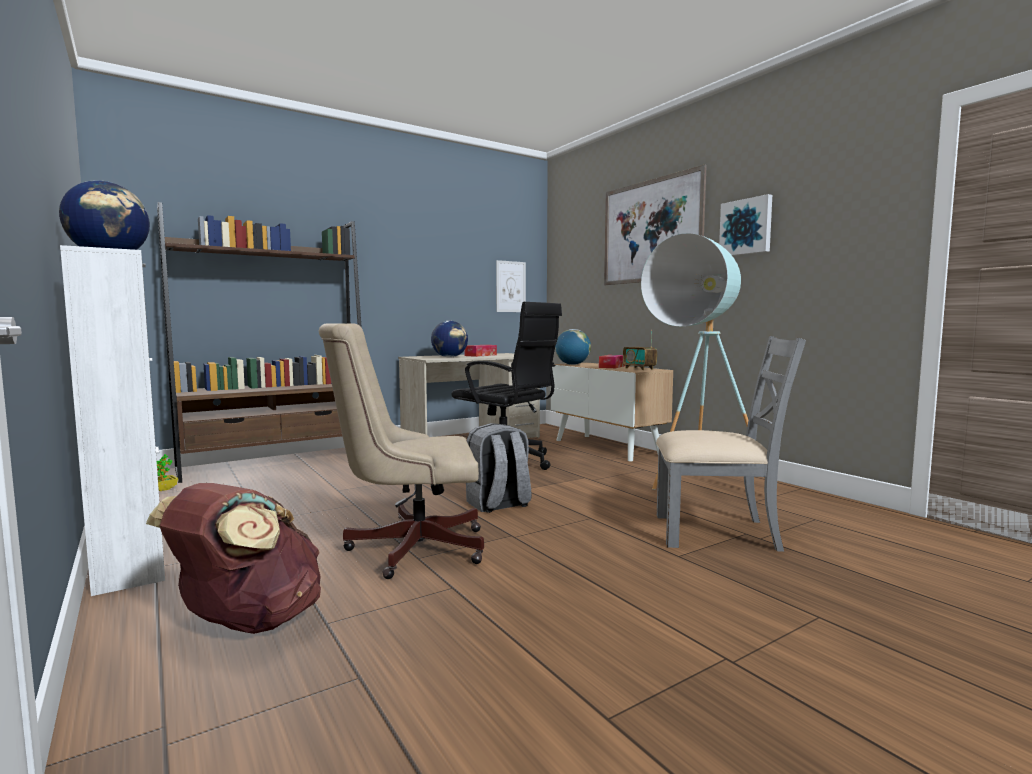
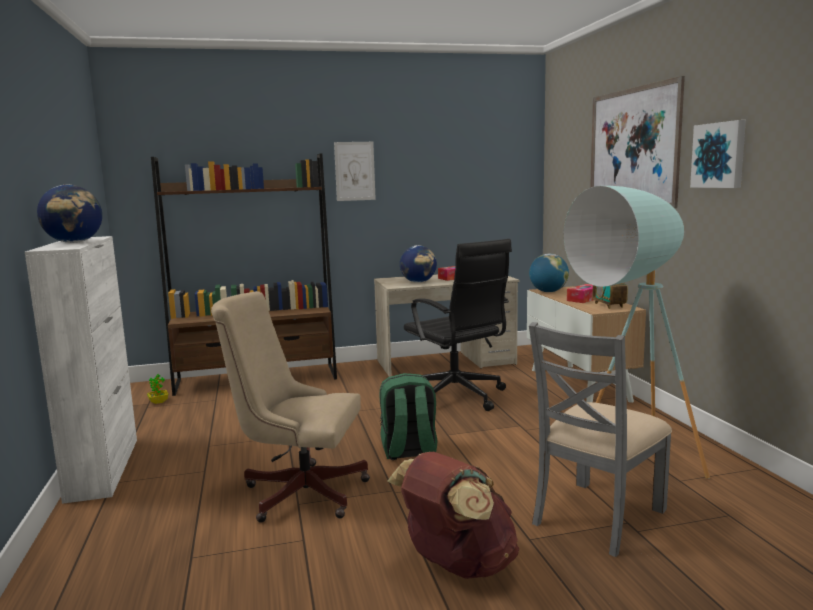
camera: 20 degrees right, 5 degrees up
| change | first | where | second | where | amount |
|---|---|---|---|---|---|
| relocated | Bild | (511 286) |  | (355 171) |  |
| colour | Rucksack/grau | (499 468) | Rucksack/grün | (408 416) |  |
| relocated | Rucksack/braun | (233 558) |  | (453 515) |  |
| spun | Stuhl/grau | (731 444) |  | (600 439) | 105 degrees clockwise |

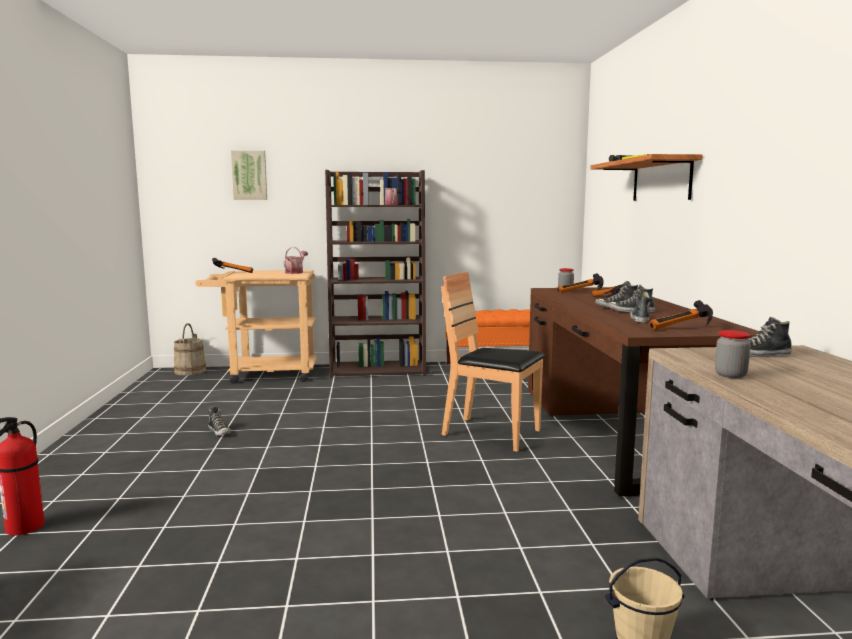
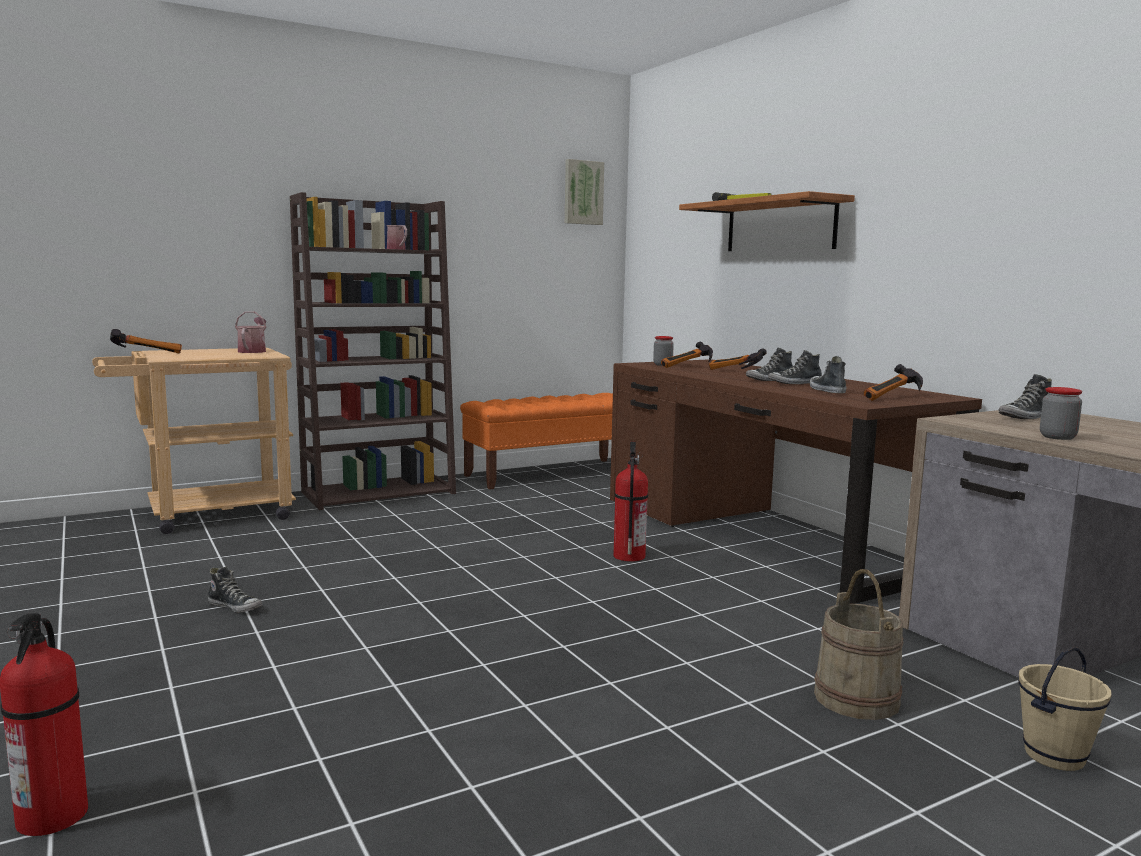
camera: 25 degrees left, 0 degrees up
| change | first | where | second | where | amount |
|---|---|---|---|---|---|
| relocated | Bild | (249 175) |  | (584 192) |  |
| exchanged | Stuhl/braun | (493 362) | Feuerlöscher | (631 502) |  |
| relocated | Eimer/beige | (190 349) |  | (858 644) |  |

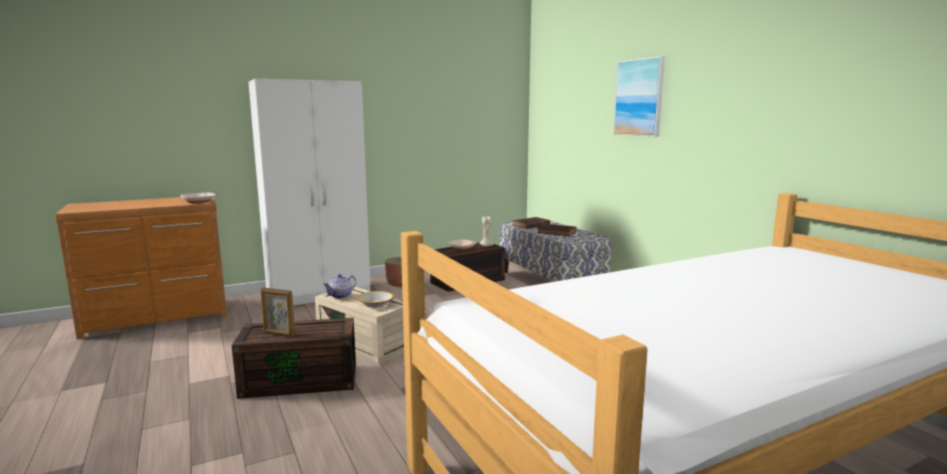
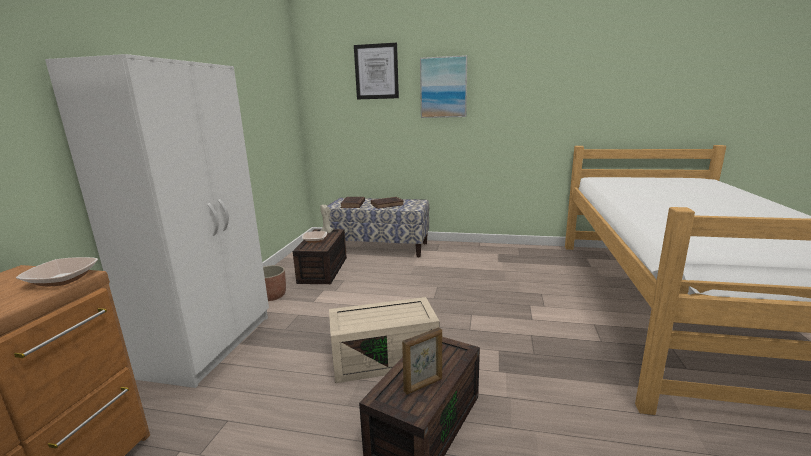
camera: 50 degrees left, 5 degrees up
| change | first | where | second | where | amount |
|---|---|---|---|---|---|
| appeared |  |  | Bild | (376 71) |  |
| missing | Teekanne | (339 286) |  |  |  |
| missing | Schüssel | (375 299) |  |  |  |

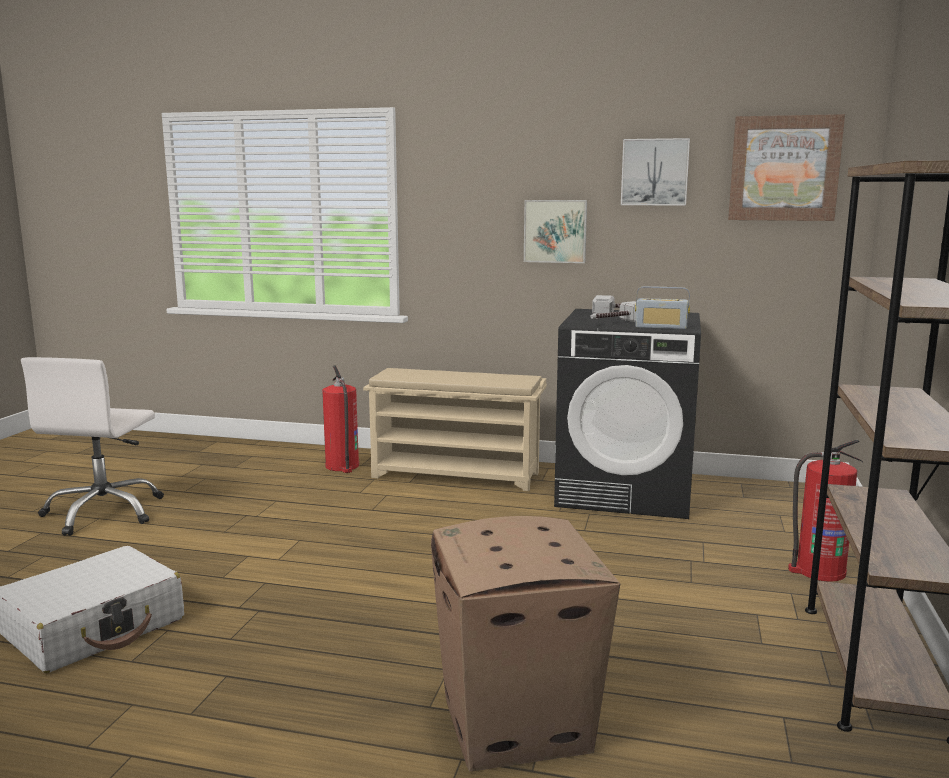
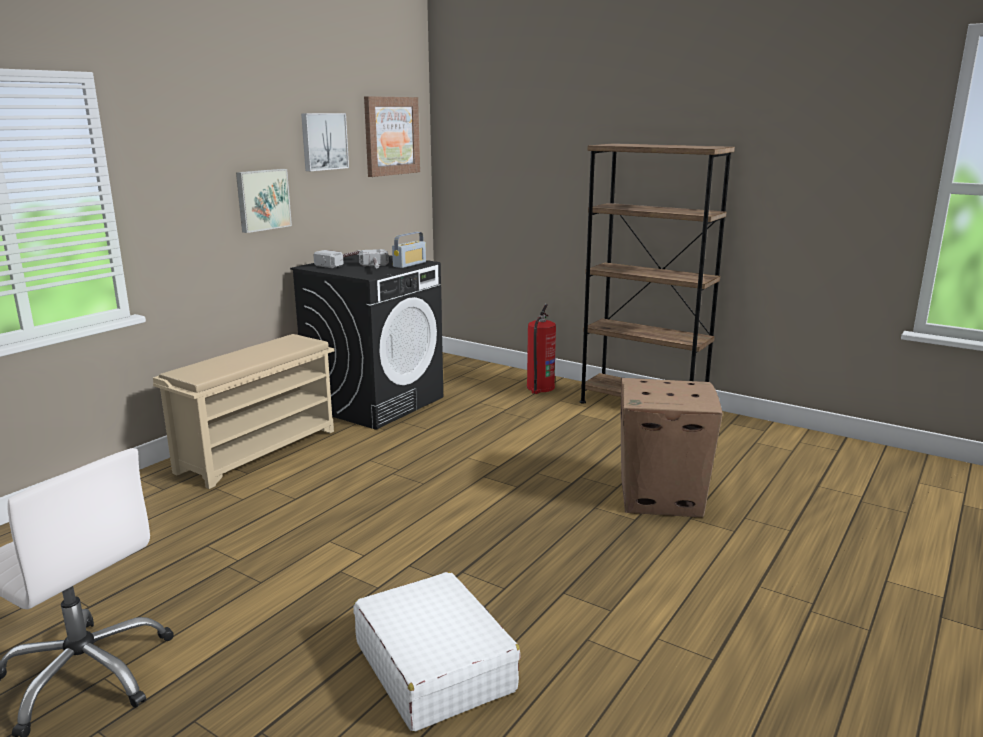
camera: 70 degrees left, 5 degrees up
| change | first | where | second | where | amount |
|---|---|---|---|---|---|
| missing | Feuerlöscher | (340 419) |  |  |  |

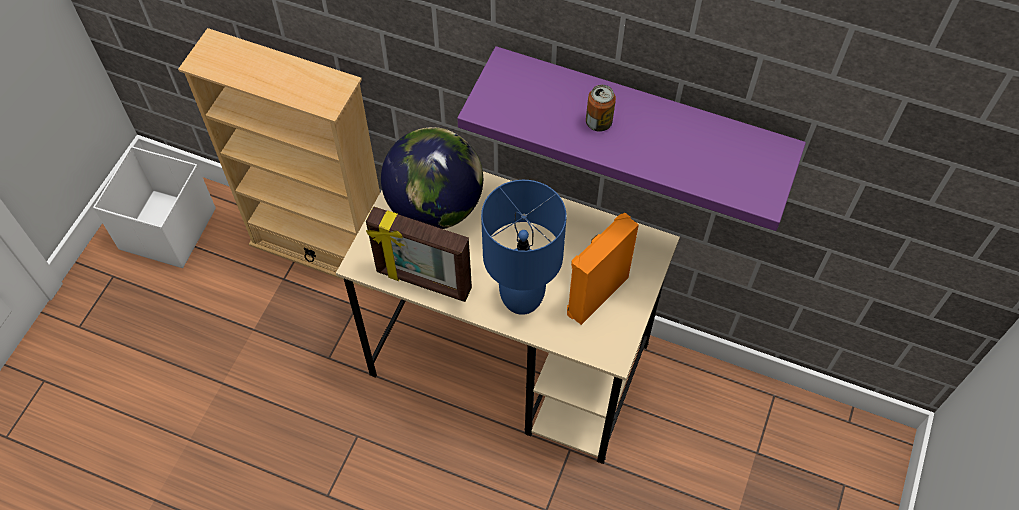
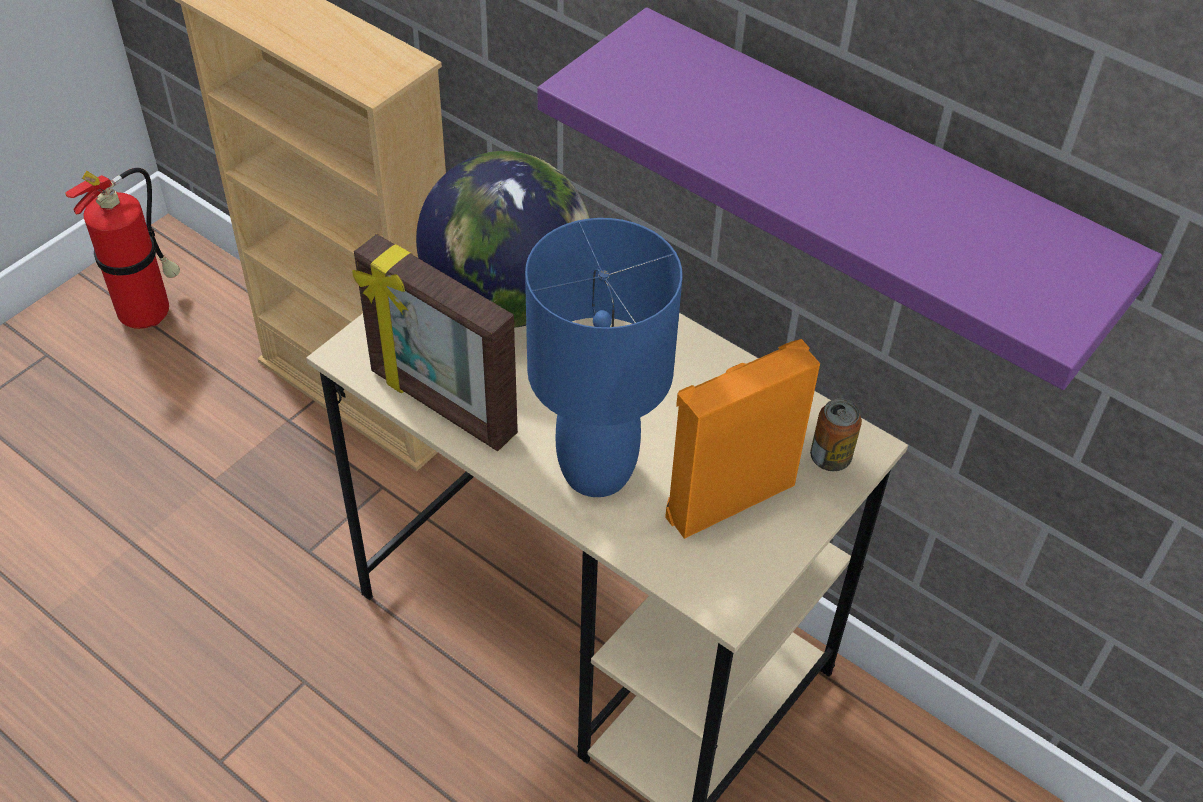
camera: 15 degrees right, 10 degrees down
| change | first | where | second | where | amount |
|---|---|---|---|---|---|
| exchanged | Aufbewahrungsbox/weiß | (154 207) | Feuerlöscher | (122 248) |  |
| relocated | Dose | (601 108) |  | (836 434) |  |

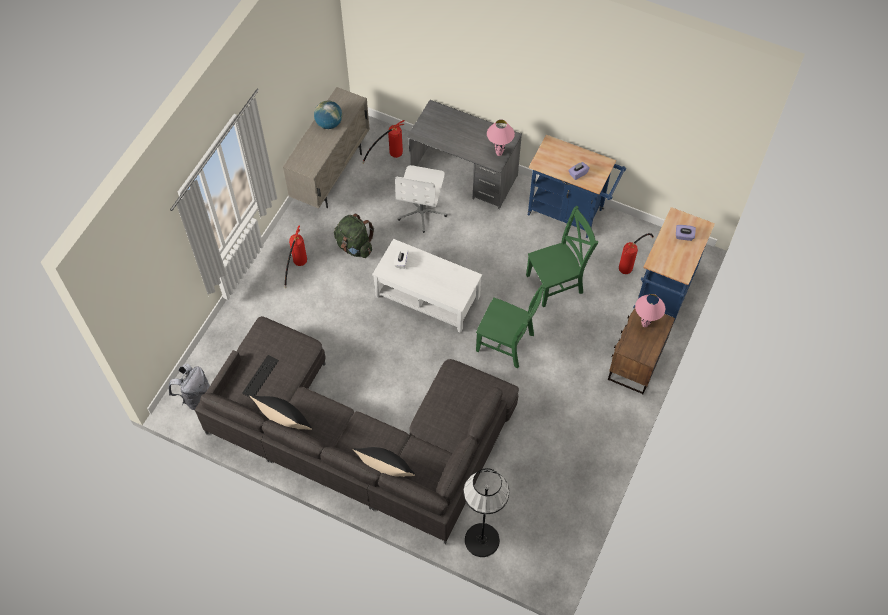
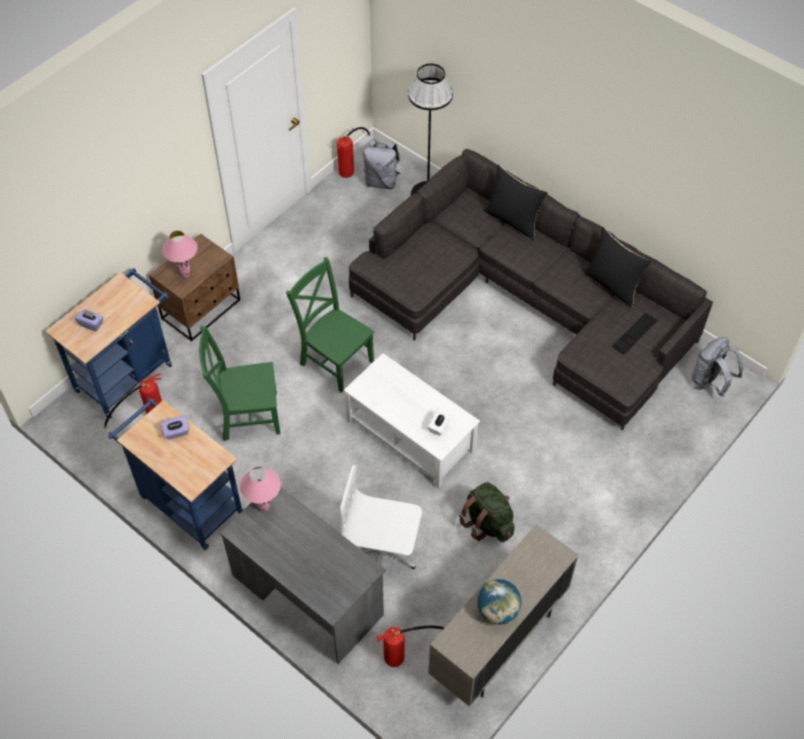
camera: 165 degrees left, 5 degrees down
| change | first | where | second | where | amount |
|---|---|---|---|---|---|
| relocated | Feuerlöscher | (295 257) |  | (353 152) |  |
| spun | Bürostuhl/weiß | (421 199) |  | (381 517) | 105 degrees counterclockwise |
| appeared |  |  | Rucksack/grau | (381 164) |  |

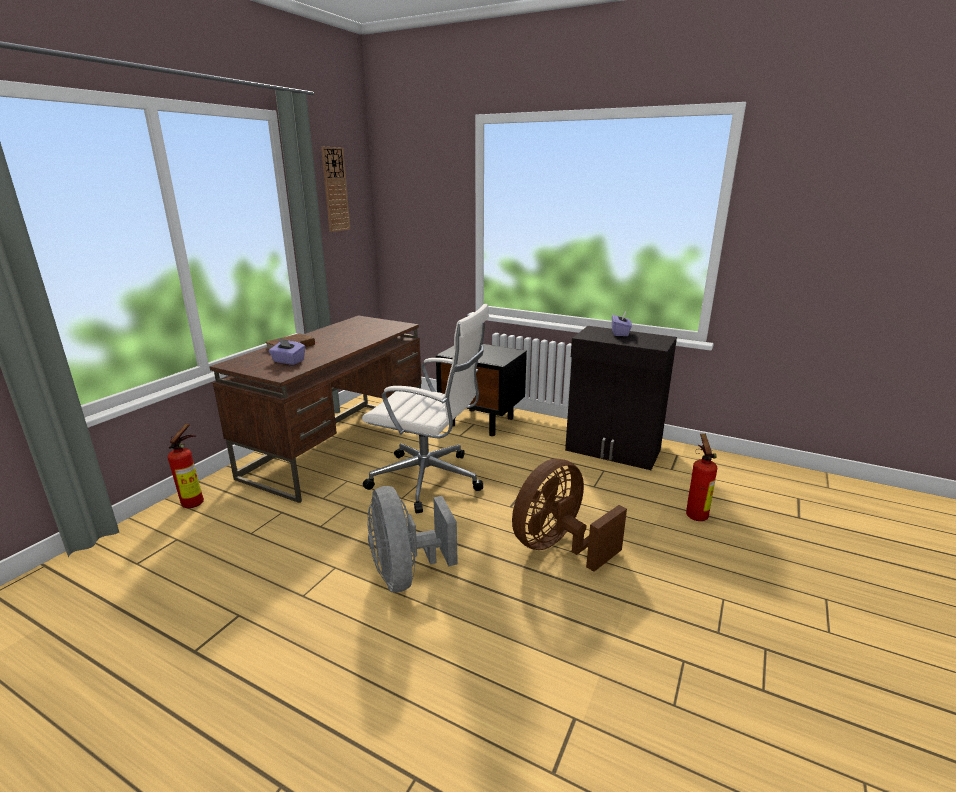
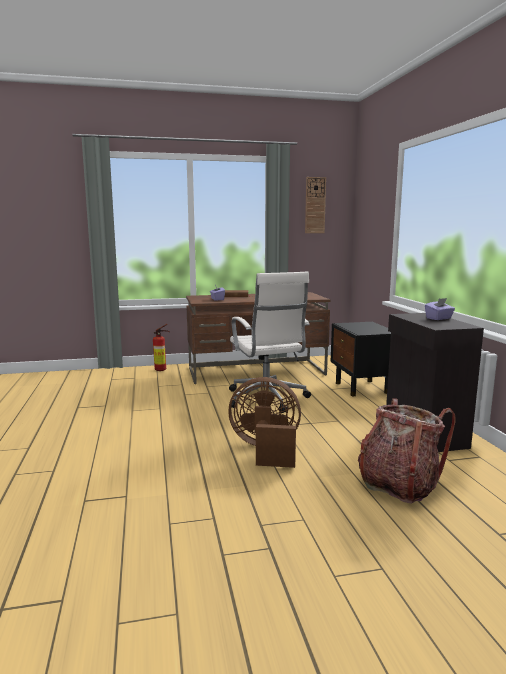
camera: 50 degrees right, 10 degrees down
| change | first | where | second | where | amount |
|---|---|---|---|---|---|
| exchanged | Feuerlöscher | (701 477) | Rucksack | (406 451) |  |
| missing | Ventilator/grau | (413 539) |  |  |  |

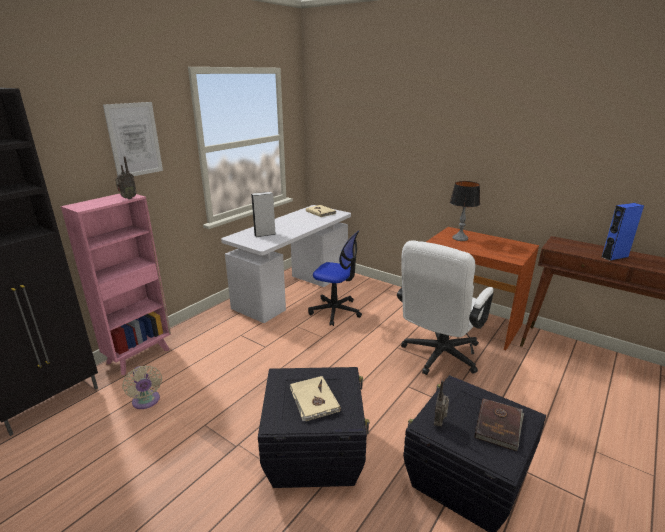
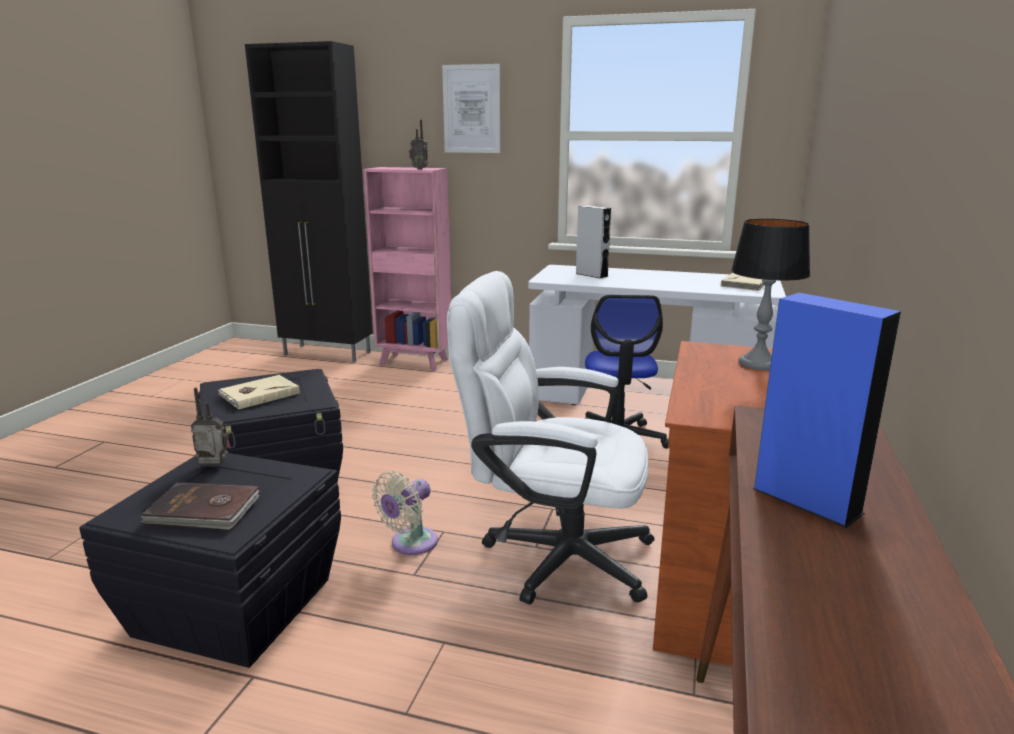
camera: 70 degrees right, 5 degrees down
| change | first | where | second | where | amount |
|---|---|---|---|---|---|
| relocated | Ventilator/beige | (142 387) |  | (405 513) |  |

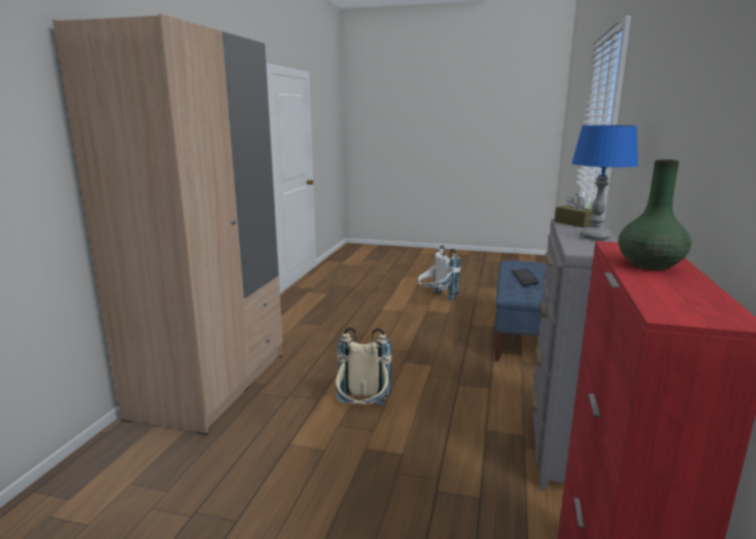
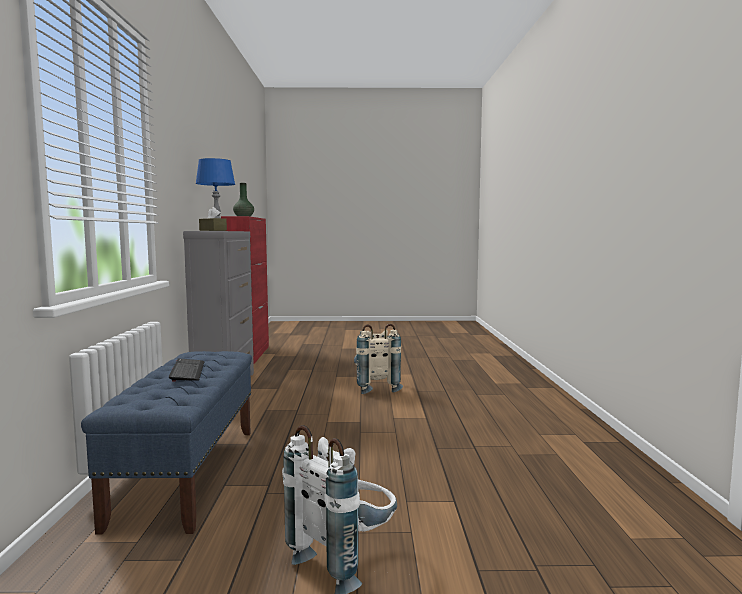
camera: 165 degrees right, 10 degrees down
| change | first | where | second | where | amount |
|---|---|---|---|---|---|
| missing | Kleiderschrank/beige | (167 224) |  |  |  |

